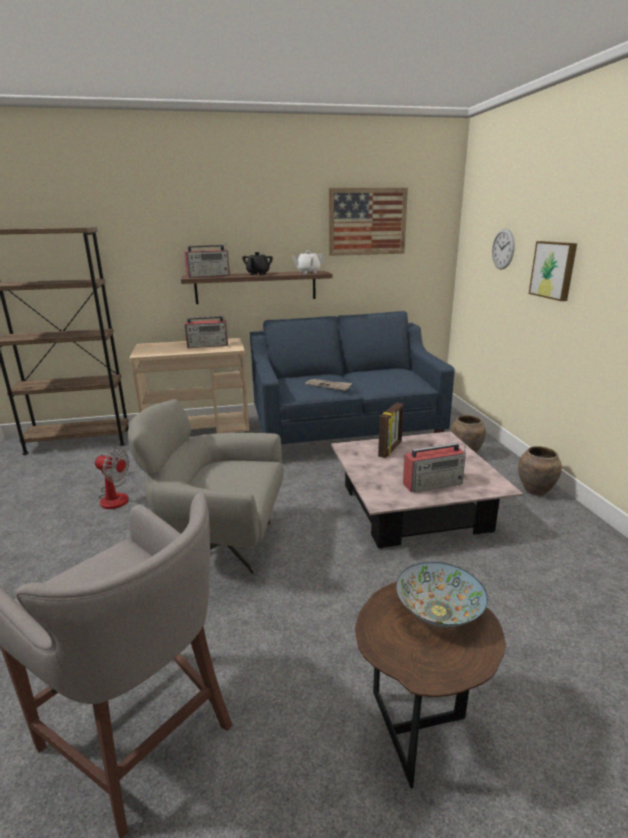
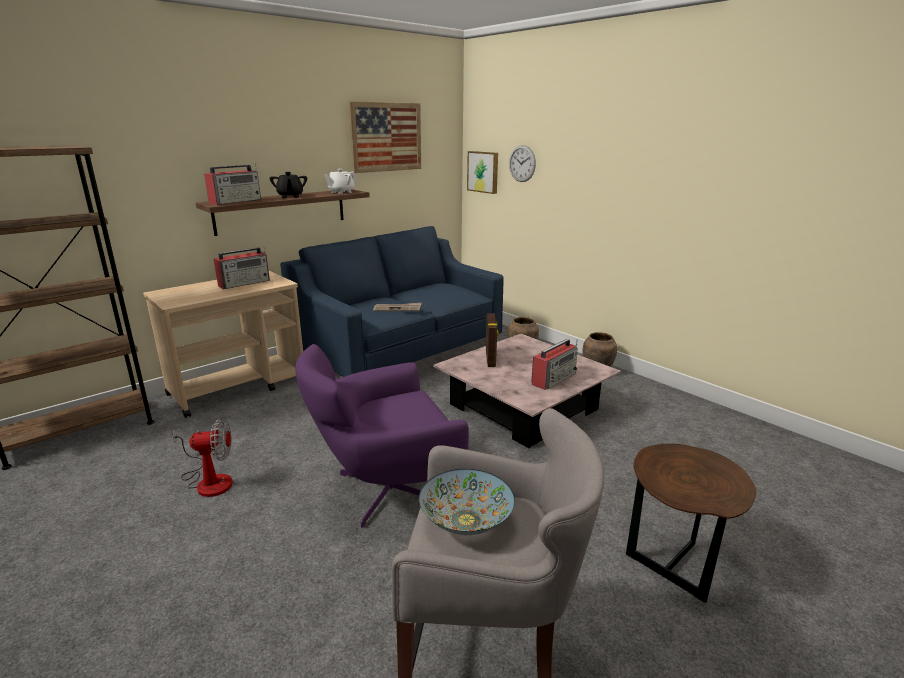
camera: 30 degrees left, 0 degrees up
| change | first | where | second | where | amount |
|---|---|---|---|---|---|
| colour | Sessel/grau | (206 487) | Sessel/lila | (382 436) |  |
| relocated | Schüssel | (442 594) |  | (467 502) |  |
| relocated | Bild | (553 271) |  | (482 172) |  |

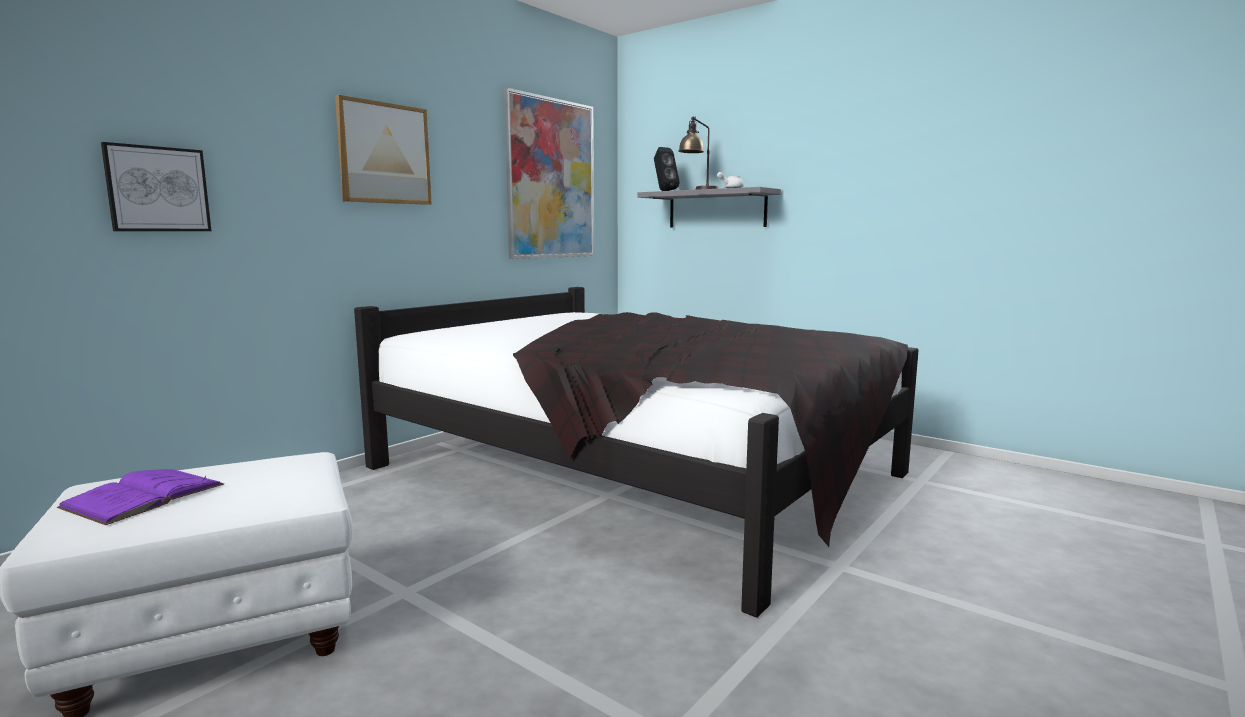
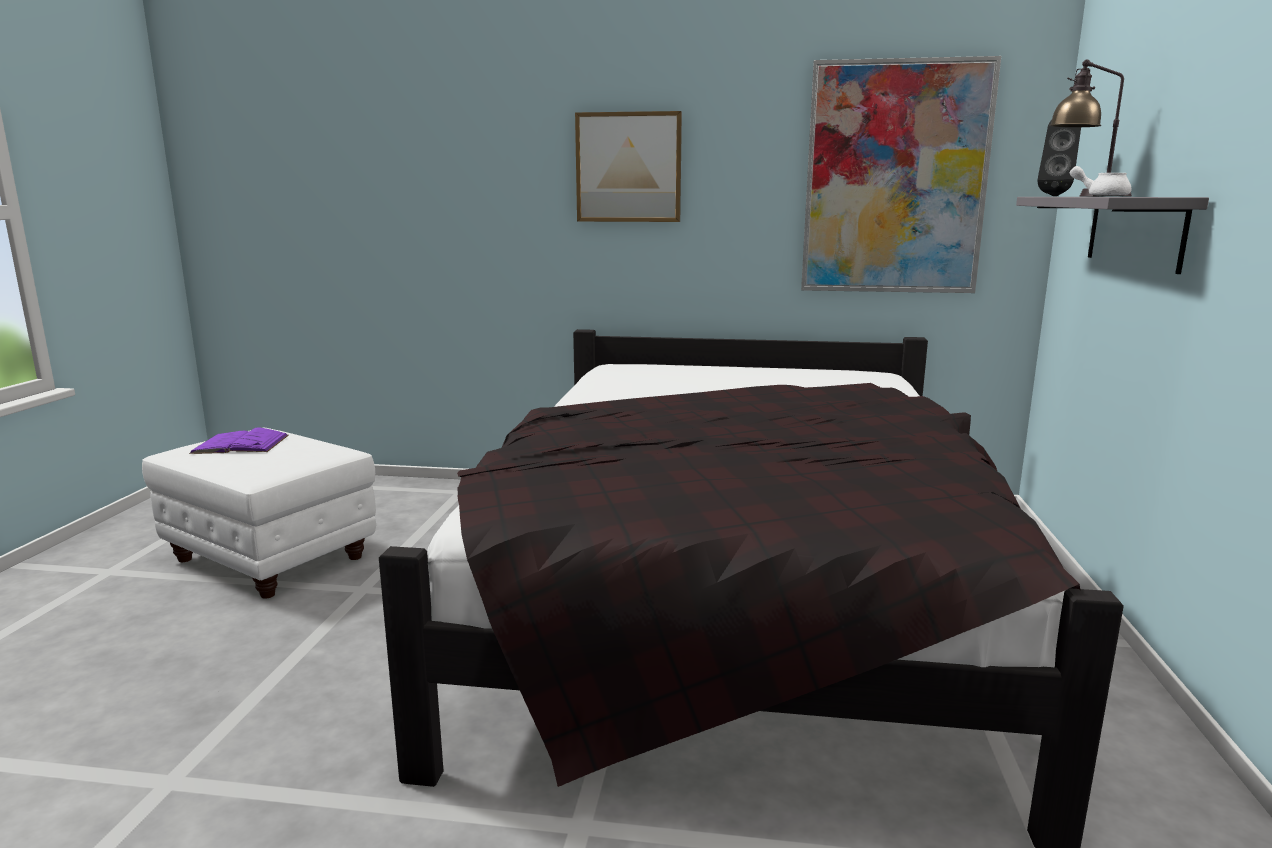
camera: 60 degrees right, 5 degrees up
| change | first | where | second | where | amount |
|---|---|---|---|---|---|
| missing | Bild | (156 186) |  |  |  |

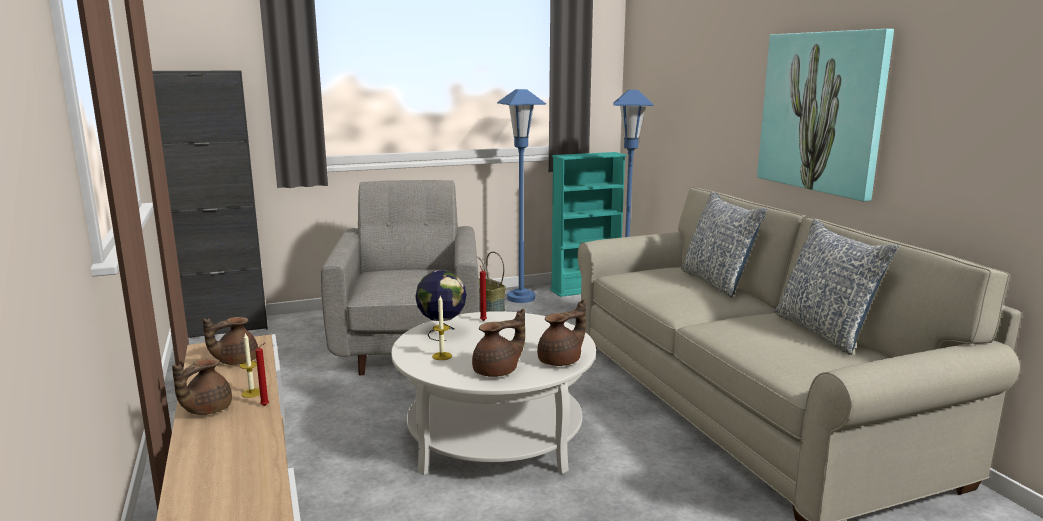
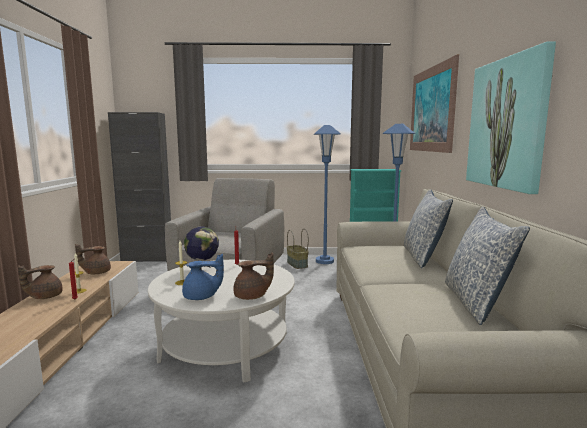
camera: 20 degrees right, 5 degrees down
| change | first | where | second | where | amount |
|---|---|---|---|---|---|
| colour | Teekanne/braun | (498 343) | Teekanne/blau | (203 277) |  |
| appeared |  |  | Bild | (434 103) |  |

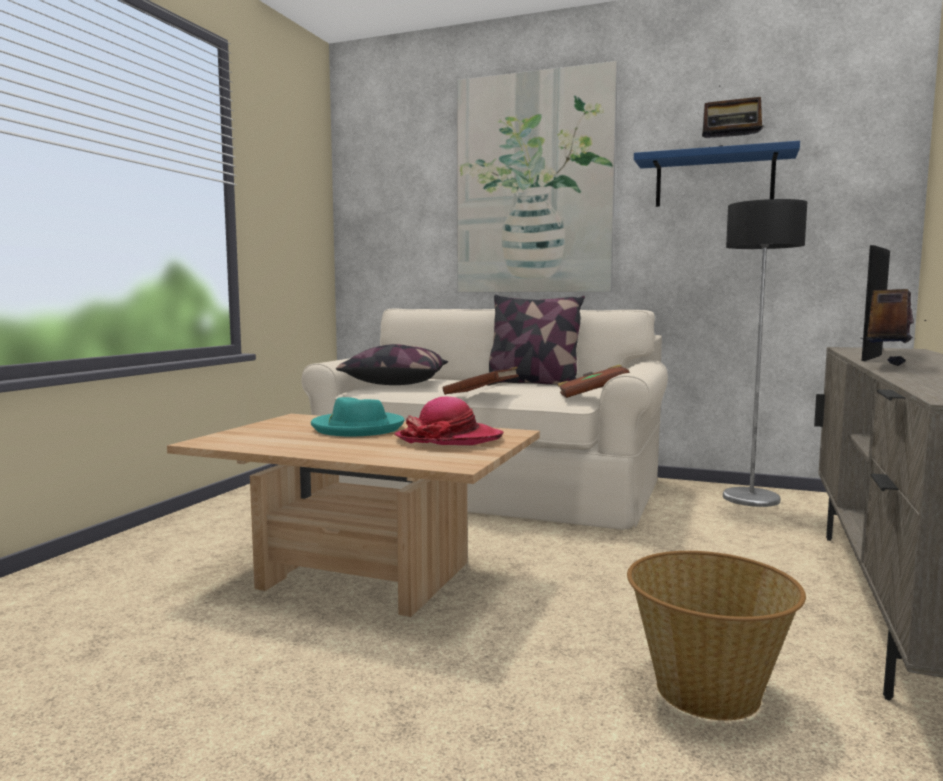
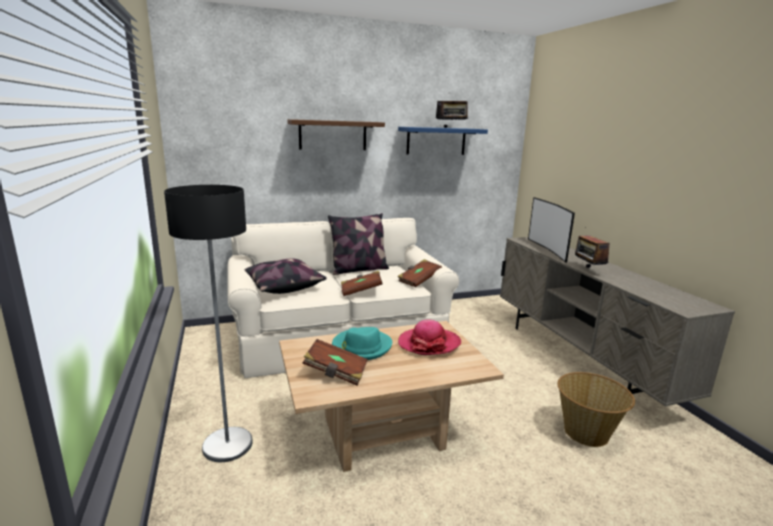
camera: 40 degrees left, 10 degrees up
| change | first | where | second | where | amount |
|---|---|---|---|---|---|
| relocated | Stehlampe | (765 353) |  | (208 323) |  |
| exchanged | Bild | (537 176) | Wandregal/braun | (336 134) |  |
| appeared |  |  | Buch/braun | (335 362) |  |

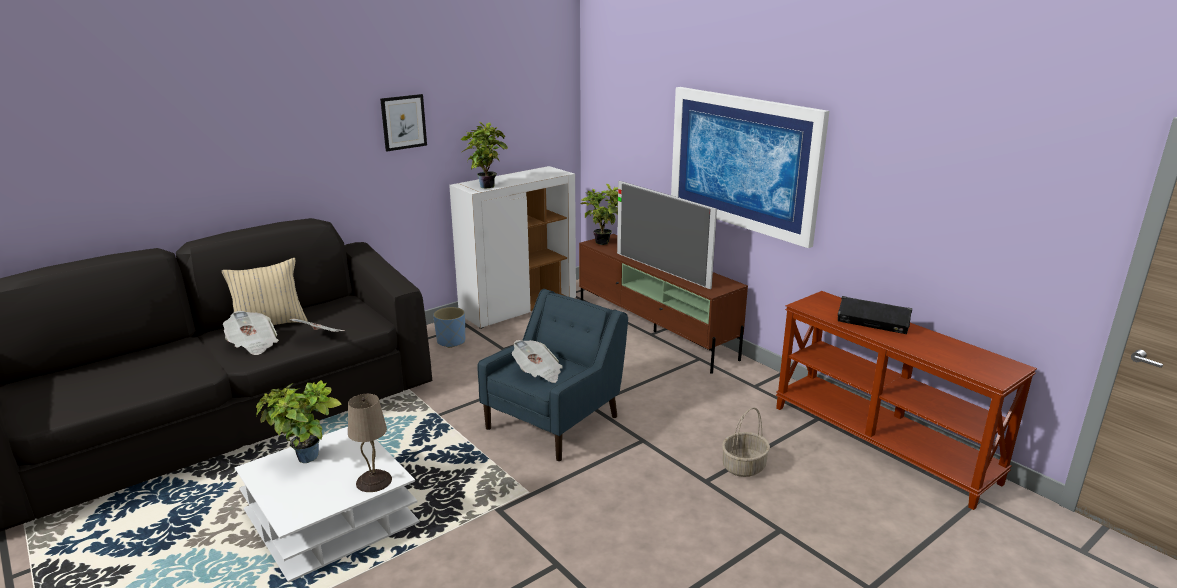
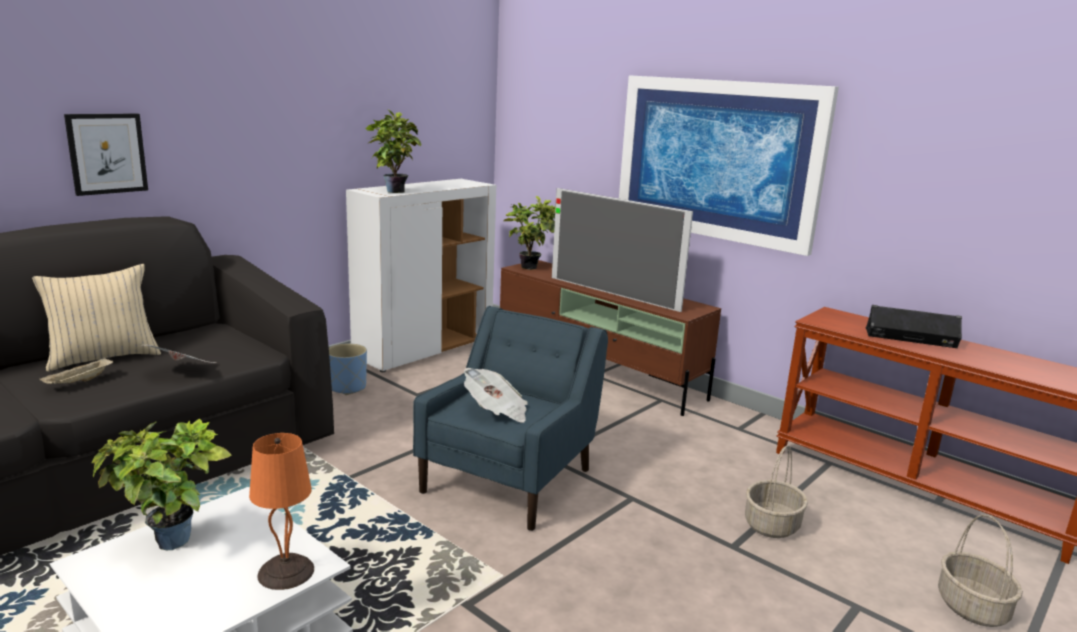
camera: 10 degrees left, 5 degrees down
| change | first | where | second | where | amount |
|---|---|---|---|---|---|
| exchanged | Zeitung | (251 333) | Tablett/beige | (76 370) |  |
| relocated | Bild | (403 122) |  | (106 154) |  |
| colour | Tischlampe/beige | (370 443) | Tischlampe/orange | (281 511) |  |
| appeared |  |  | Korb | (980 571) |  |

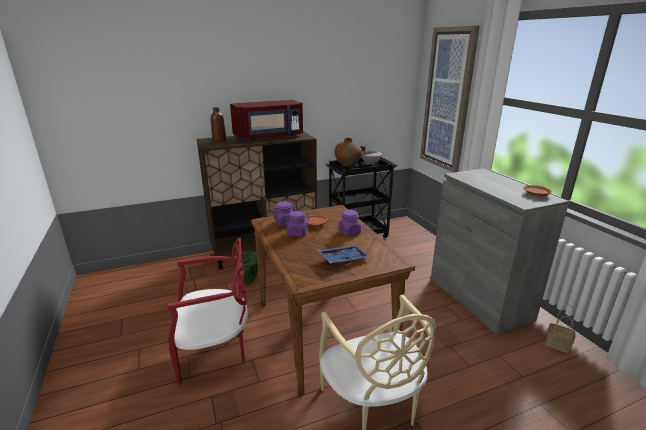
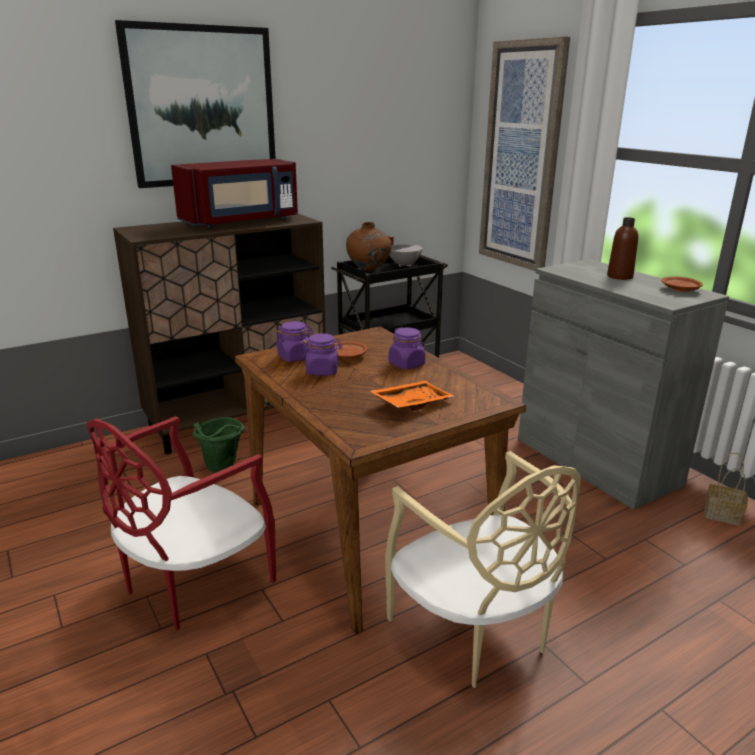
camera: 10 degrees left, 0 degrees up
| change | first | where | second | where | amount |
|---|---|---|---|---|---|
| spun | Stuhl/rot | (207 311) |  | (181 523) | 150 degrees clockwise |
| appeared |  |  | Bild | (195 104) |  |
| colour | Tablett/blau | (343 255) | Tablett/orange | (412 396) |  |
| relocated | Flasche/braun | (218 124) |  | (622 248) |  |

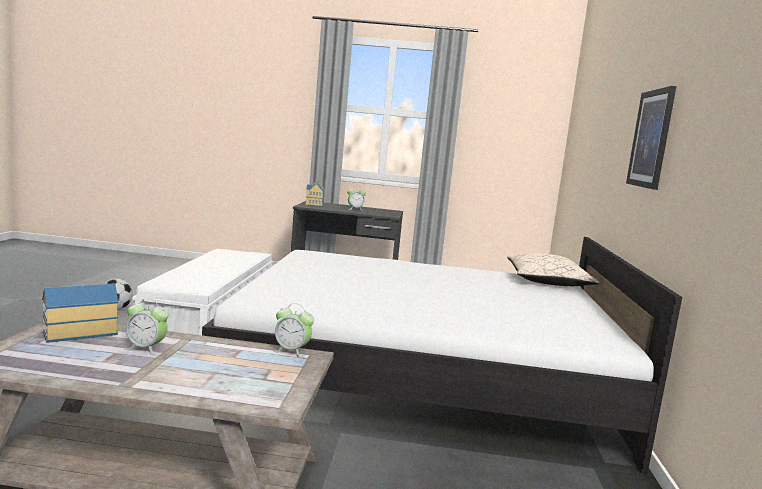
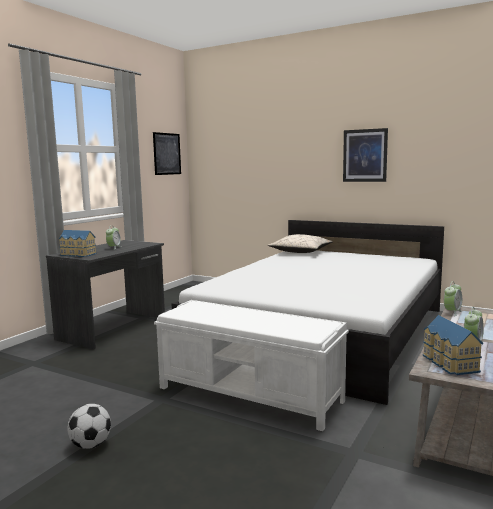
camera: 65 degrees left, 0 degrees up
| change | first | where | second | where | amount |
|---|---|---|---|---|---|
| appeared |  |  | Bild | (167 153) |  |

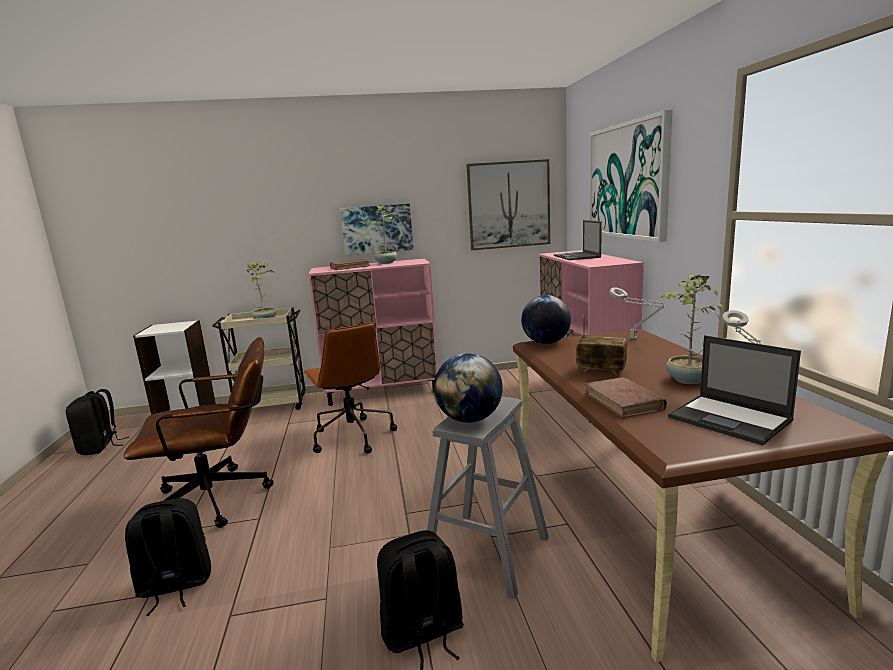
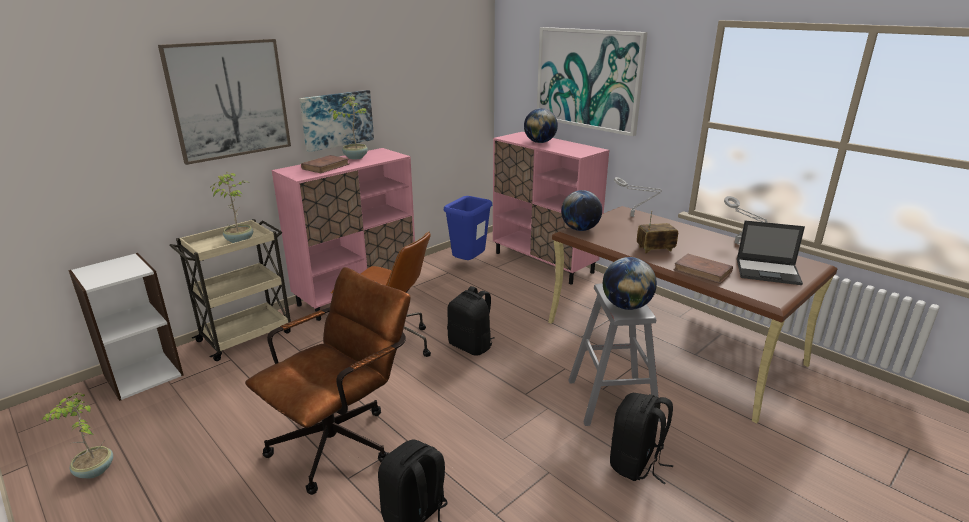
camera: 35 degrees left, 10 degrees up
| change | first | where | second | where | amount |
|---|---|---|---|---|---|
| relocated | Topfpflanze | (691 329) |  | (77 435) |  |
| relocated | Bild | (508 204) |  | (224 102) |  |
| appeared |  |  | Mülleimer/blau | (468 228) |  |
| relocated | Rucksack/schwarz | (97 422) |  | (470 321) |  |
| exchanged | Laptop | (578 240) | Globus | (541 125) |  |

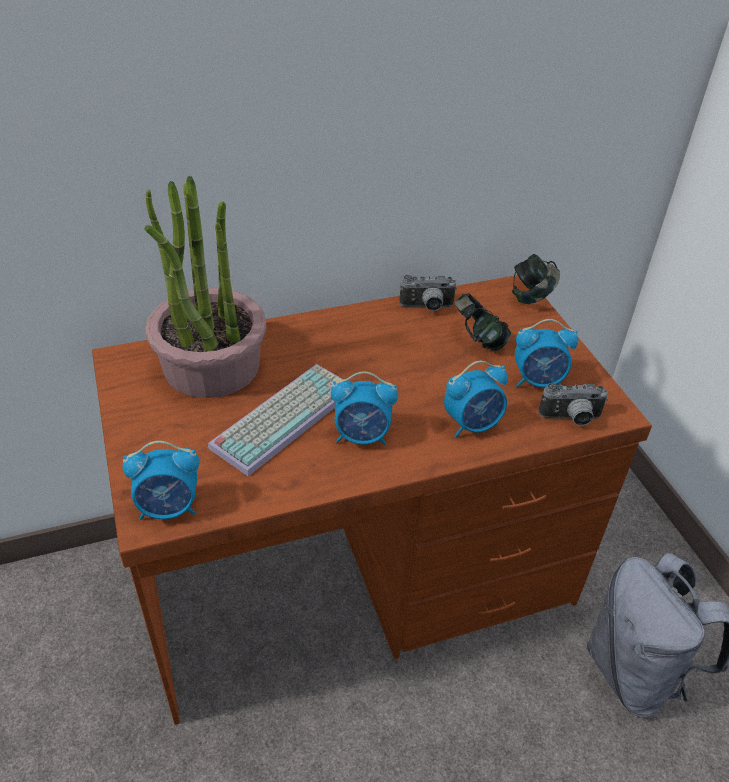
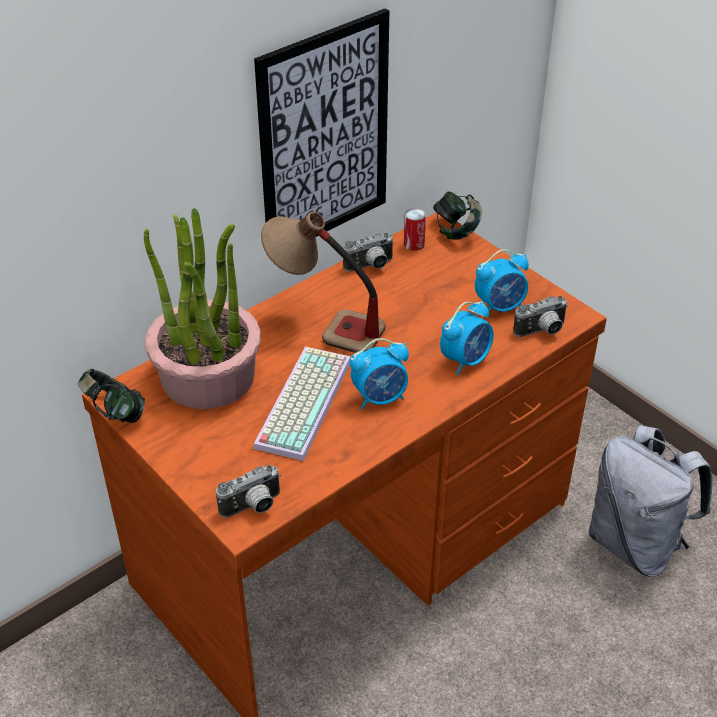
camera: 20 degrees left, 0 degrees up
| change | first | where | second | where | amount |
|---|---|---|---|---|---|
| relocated | Kopfhörer | (483 322) |  | (111 396) |  |
| exchanged | Wecker | (161 480) | Kamera | (248 491) |  |
| appeared |  |  | Bild | (321 122) |  |
| appeared |  |  | Tischlampe | (323 282) |  |
| appeared |  |  | Dose | (415 229) |  |

